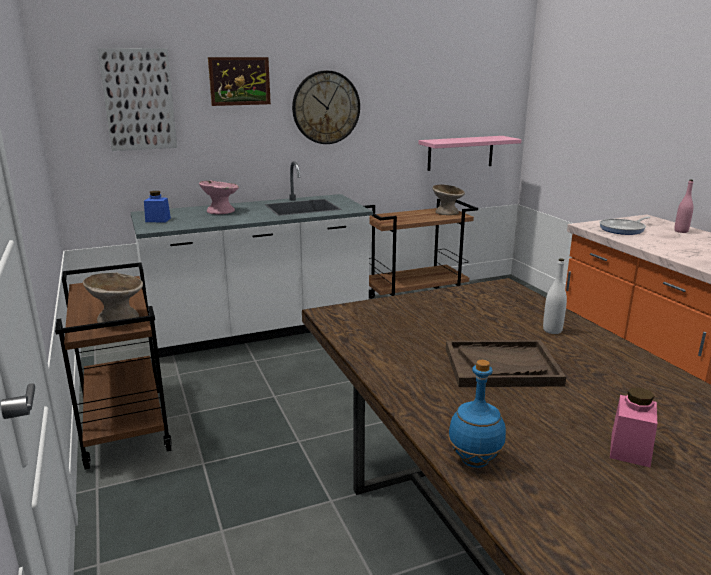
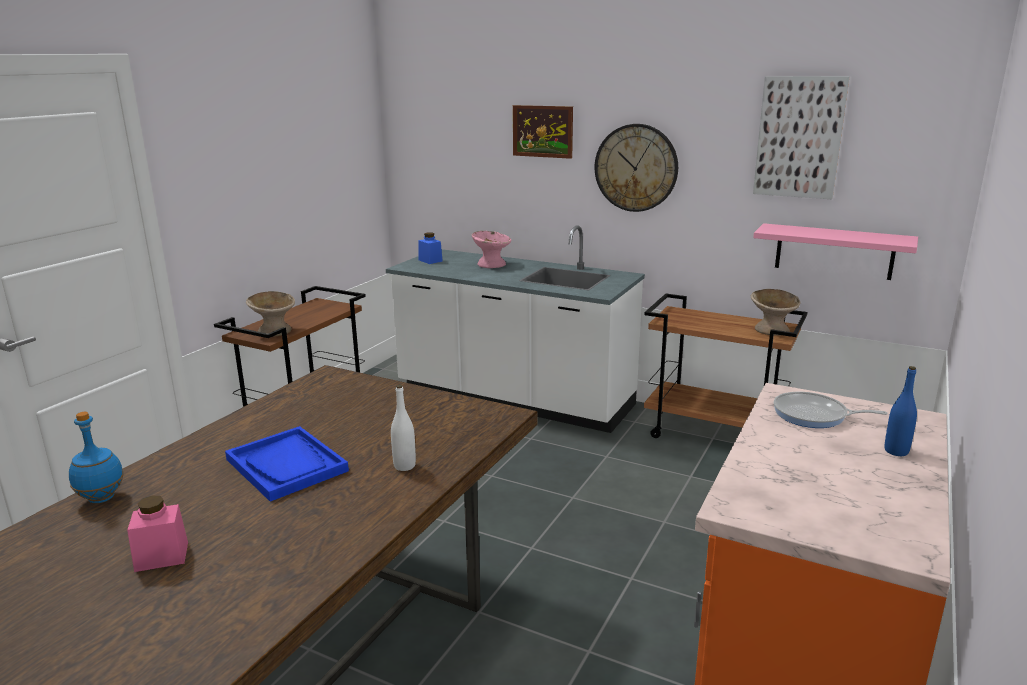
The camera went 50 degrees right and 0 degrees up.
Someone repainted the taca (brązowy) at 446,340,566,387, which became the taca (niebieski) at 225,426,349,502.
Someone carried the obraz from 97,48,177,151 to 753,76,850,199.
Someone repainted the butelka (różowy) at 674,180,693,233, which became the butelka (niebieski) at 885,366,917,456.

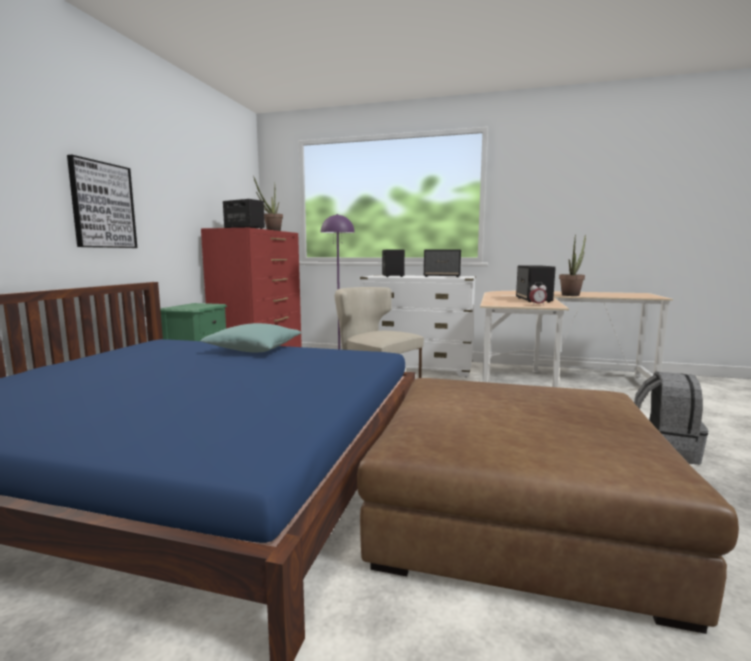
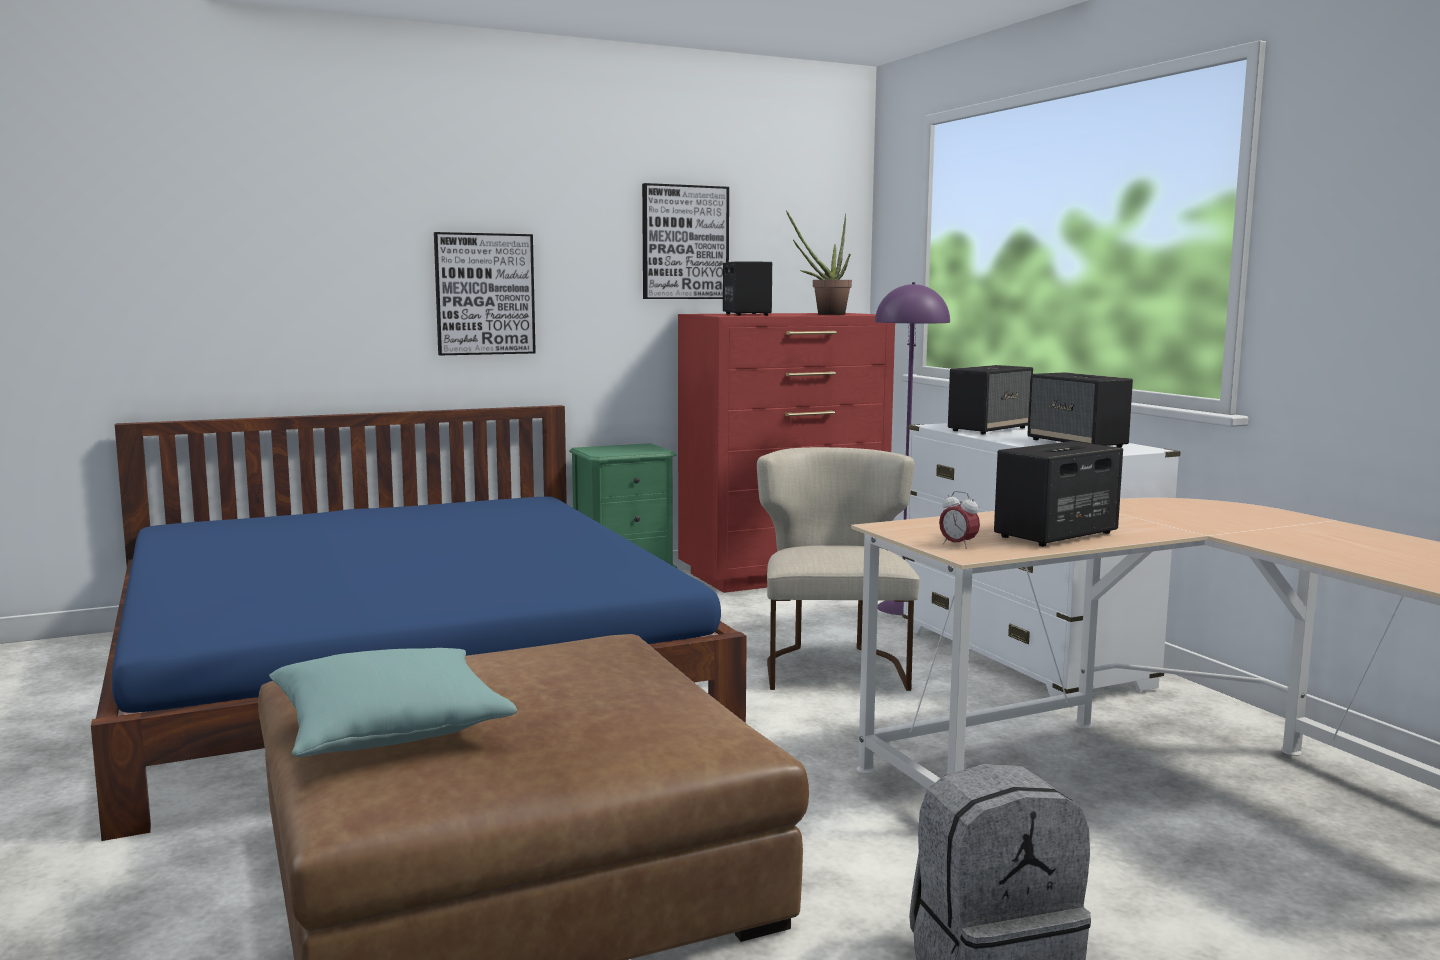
The camera went 50 degrees right and 0 degrees up.
Someone carried the poduszka (turkusowy) from 200,323,301,353 to 269,648,517,757.
Someone put up the obraz at 642,183,729,299.
Someone took away the roślina doniczkowa at 559,234,586,296.

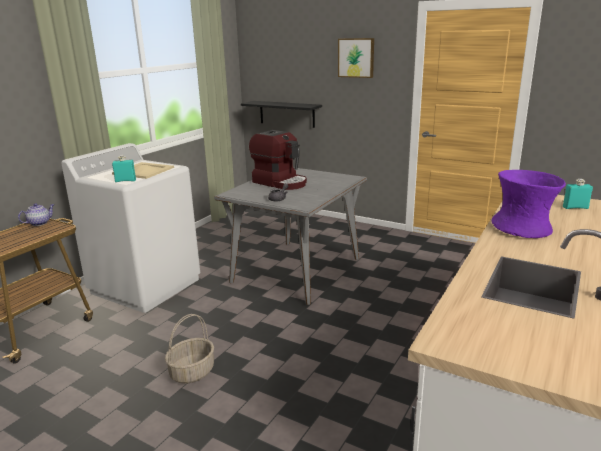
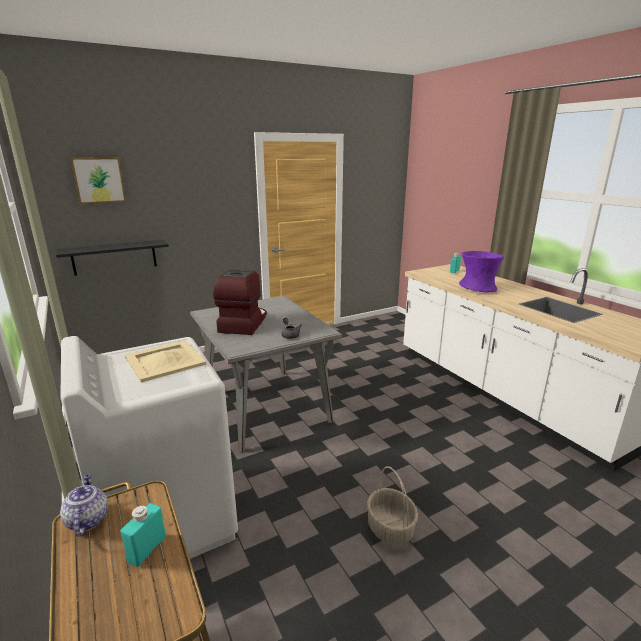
The camera went 60 degrees left and 0 degrees up.
Someone carried the obraz from 338,38,374,78 to 71,158,126,204.
Someone carried the butelka (turkusowy) from 112,155,136,182 to 120,503,166,567.
Someone rotated the ekspres do kawy at 249,130,307,190 by 60 degrees counterclockwise.

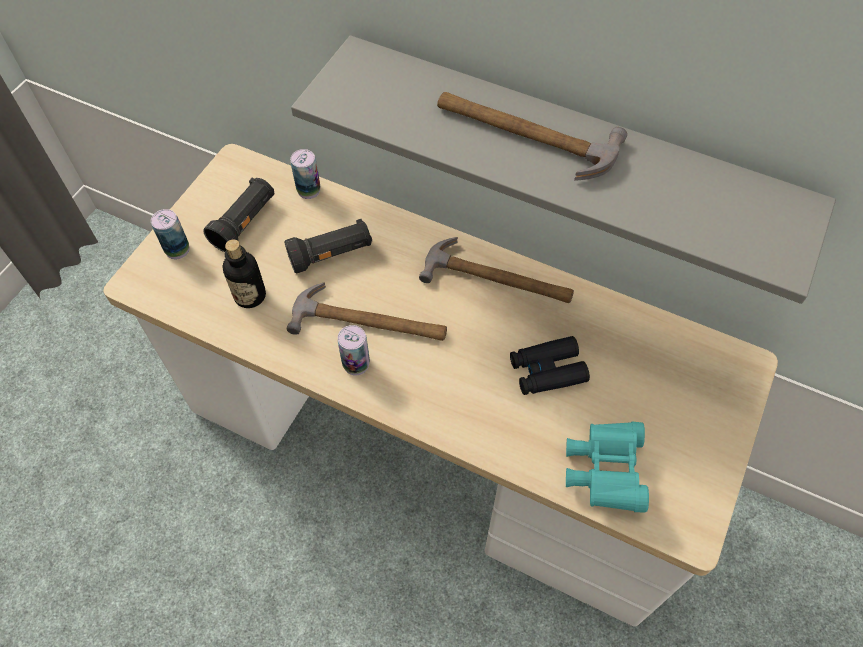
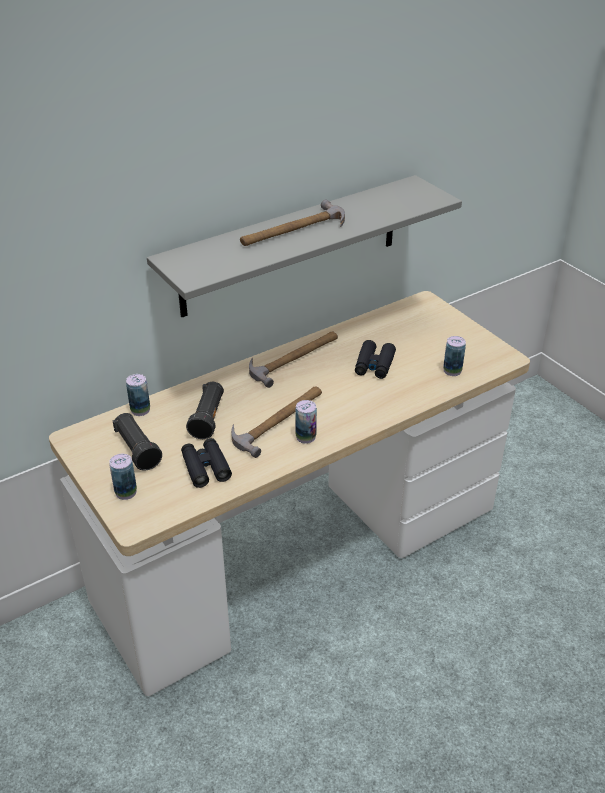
The camera went 60 degrees left and 20 degrees down.
Someone swapped the butelka at 222,240,266,308 for the lornetka (czarny) at 181,438,232,488.
Someone swapped the lornetka (turkusowy) at 566,421,649,513 for the puszka at 443,336,466,376.

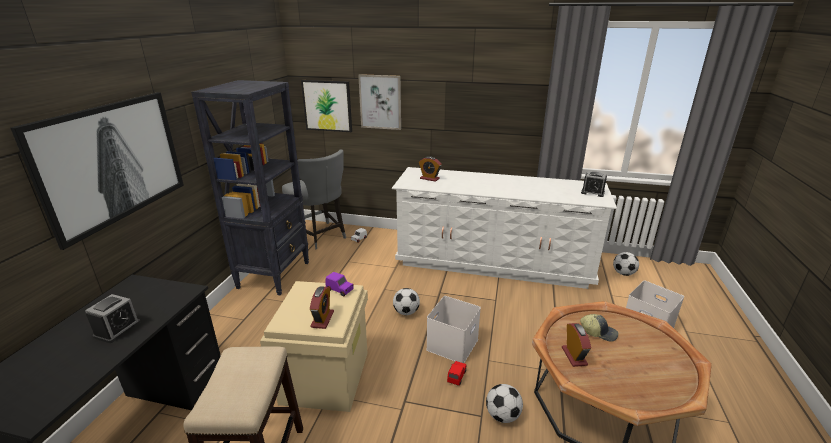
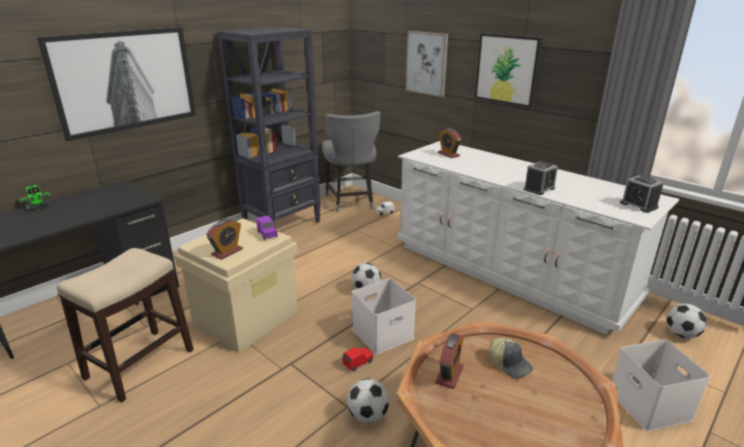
The camera went 30 degrees right and 0 degrees up.
Someone put down the robot zabawkowy at 19,185,51,211.
Someone carried the obraz from 301,80,352,132 to 475,33,542,108.
Someone carried the budzik from 85,294,141,343 to 524,161,558,195.

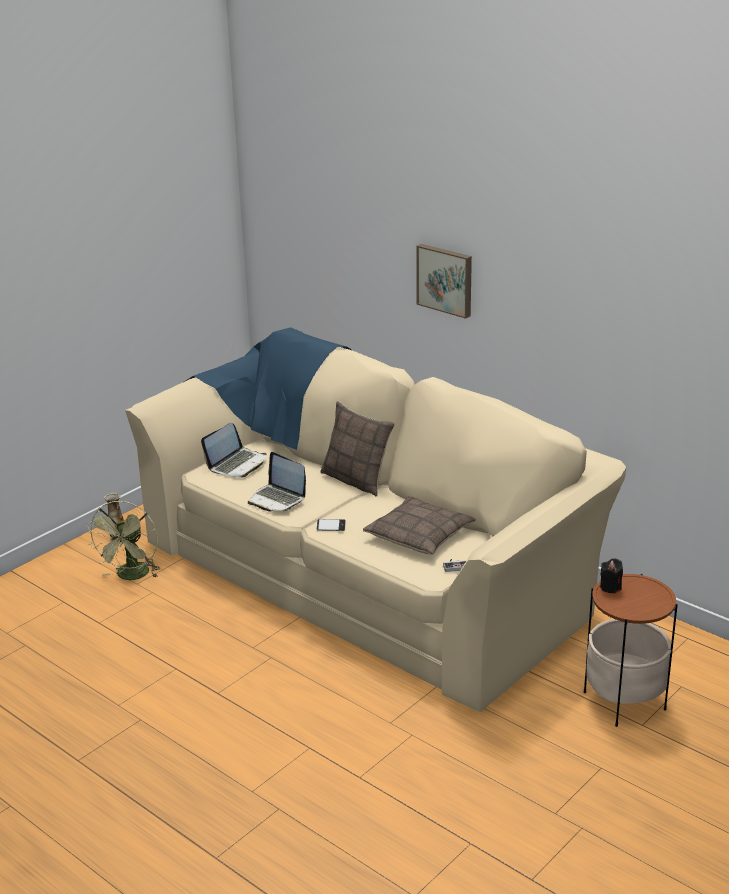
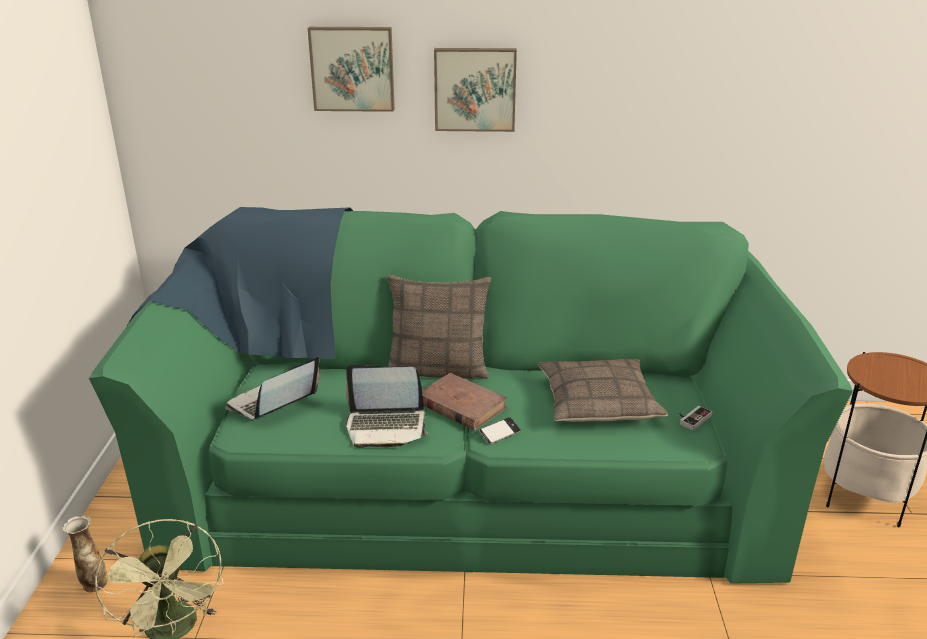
The camera went 40 degrees left and 0 degrees up.
Someone repainted the kanapa (beżowy) at 125,327,626,712, which became the kanapa (zielony) at 89,207,853,584.
Someone rotated the laptop at 201,423,266,478 by 135 degrees counterclockwise.
Someone put up the obraz at 308,27,395,112.
Someone put down the książka (brązowy) at 422,373,507,431.
Someone took away the świeca (czarny) at 600,558,623,594.

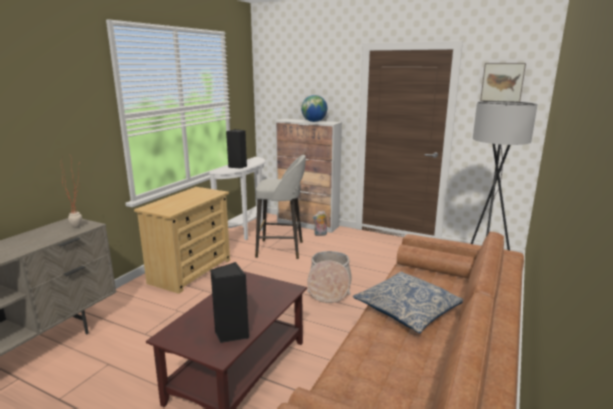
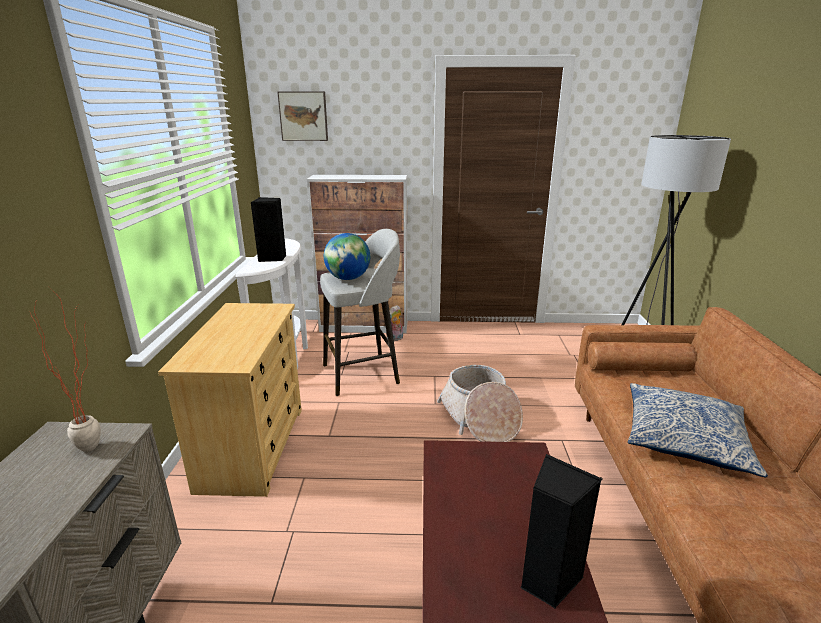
The camera went 25 degrees left and 5 degrees up.
Someone carried the obraz from 480,63,526,102 to 277,91,328,141.
Someone carried the globus from 301,95,327,122 to 324,233,370,280.

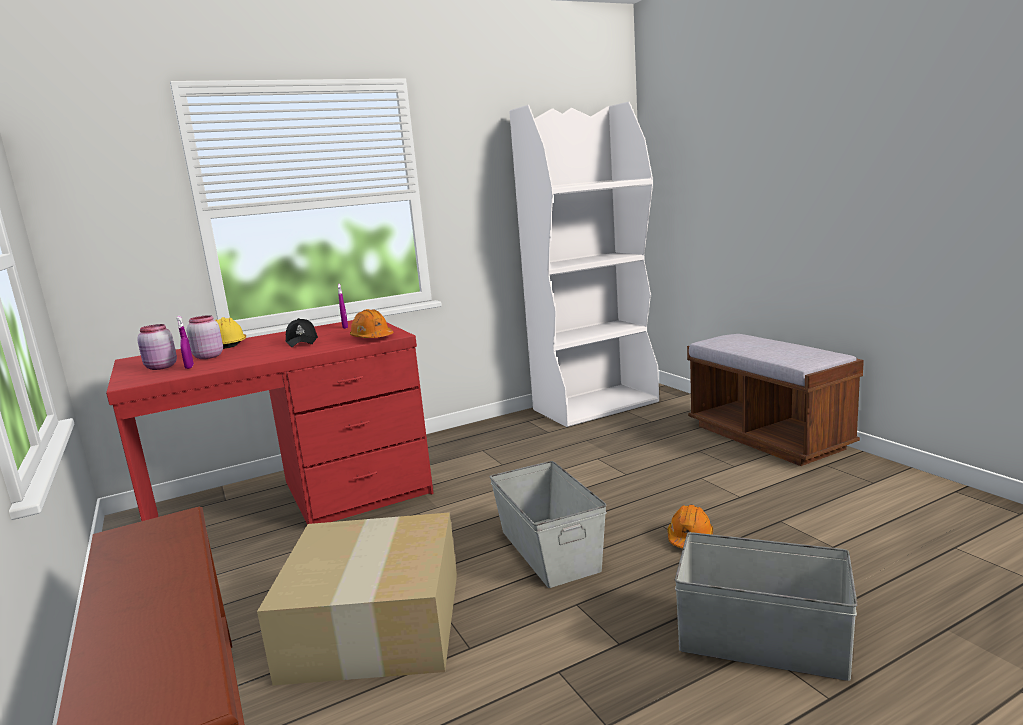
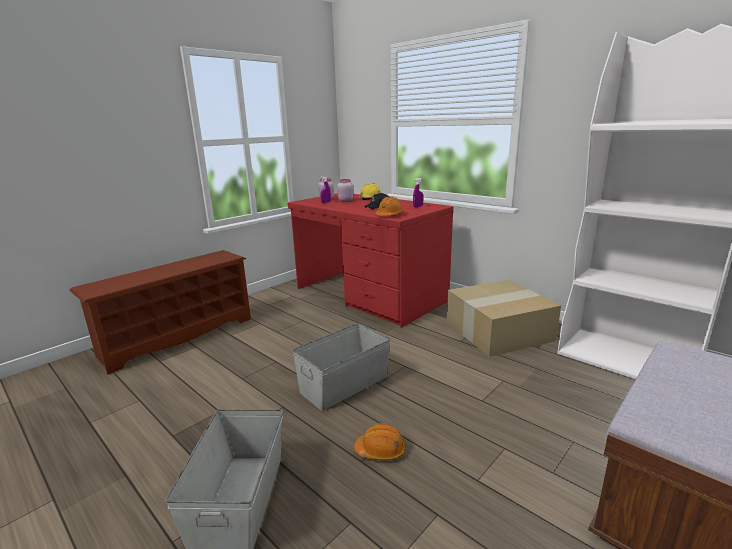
The camera went 70 degrees right and 5 degrees up.
Someone carried the karton from 257,512,457,686 to 447,280,561,357.

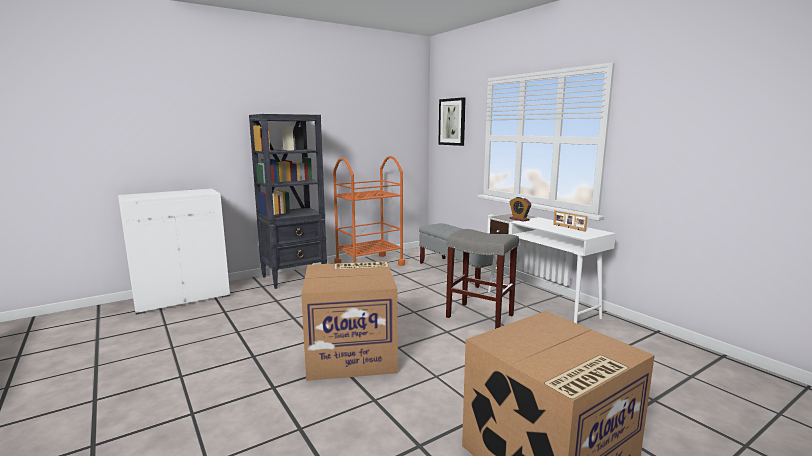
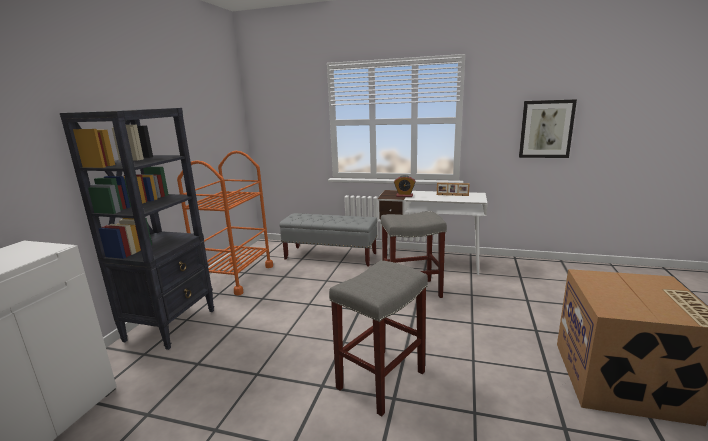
The camera went 40 degrees left and 5 degrees up.
Someone swapped the karton at 301,261,398,381 for the stołek (szary) at 329,260,428,416.
Someone carried the obraz from 438,97,466,146 to 519,99,577,158.

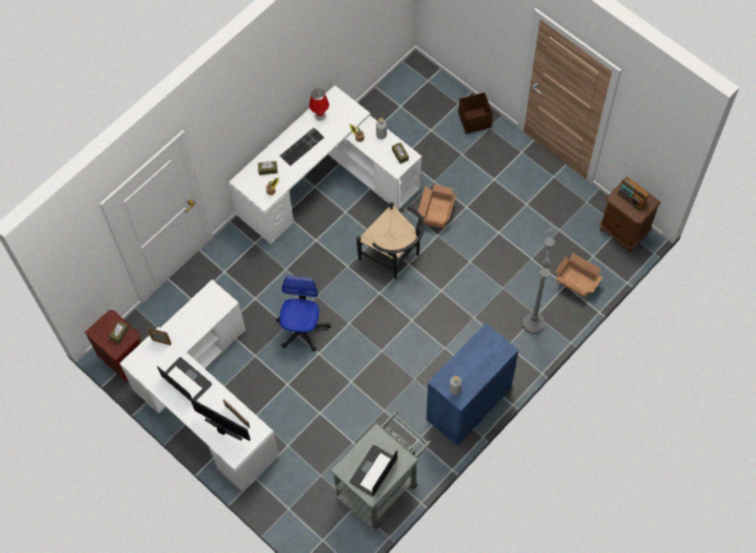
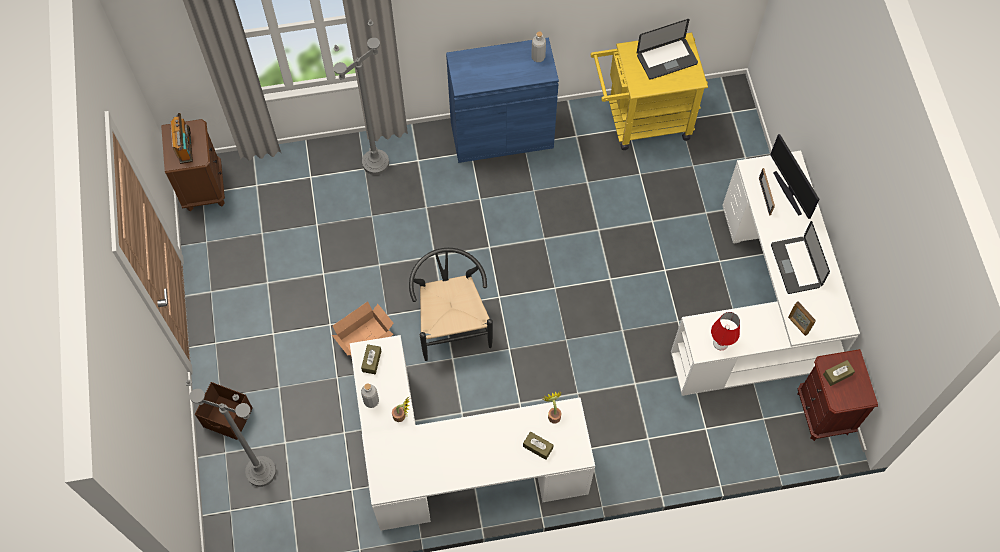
The camera went 145 degrees left and 0 degrees up.
Someone put down the lampa stojąca (szary) at 185,380,276,487.
Someone repainted the wózek (szary) at 330,411,431,529, which became the wózek (żółty) at 590,33,708,150.
Someone carried the lampa stołowa (czerwony) from 309,89,329,120 to 711,312,740,350.
Someone took away the krzesło biurowe at 276,275,331,352.
Someone took away the klawiatura at 280,127,325,166.
Someone took away the karton at 556,253,603,298.

